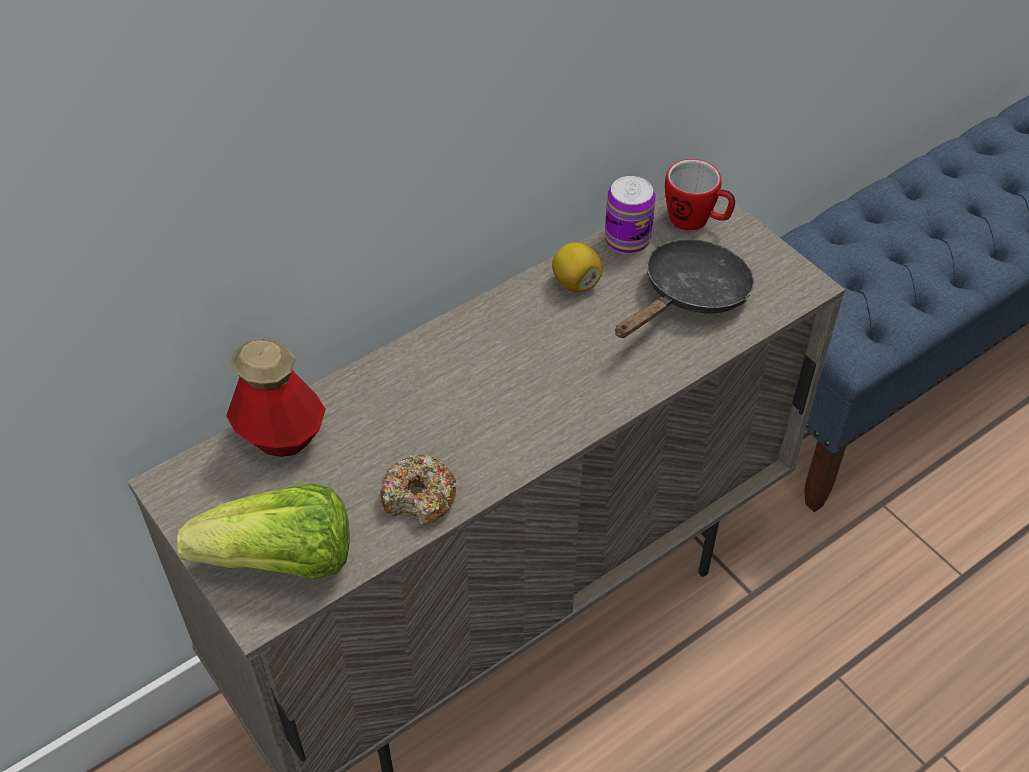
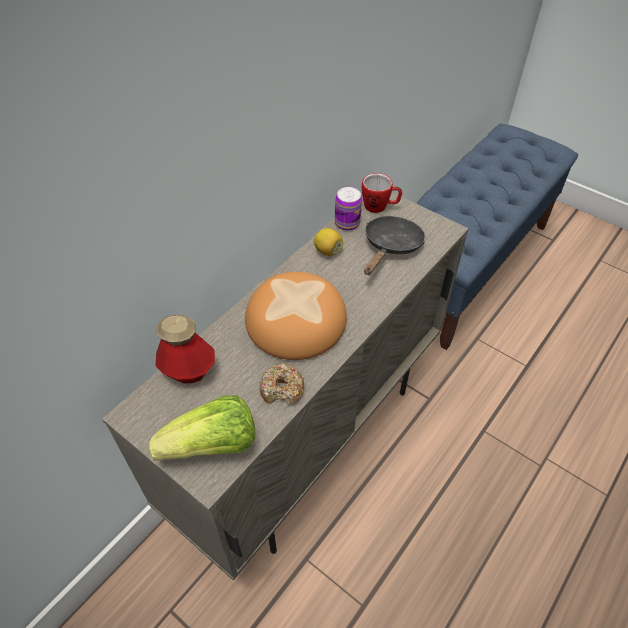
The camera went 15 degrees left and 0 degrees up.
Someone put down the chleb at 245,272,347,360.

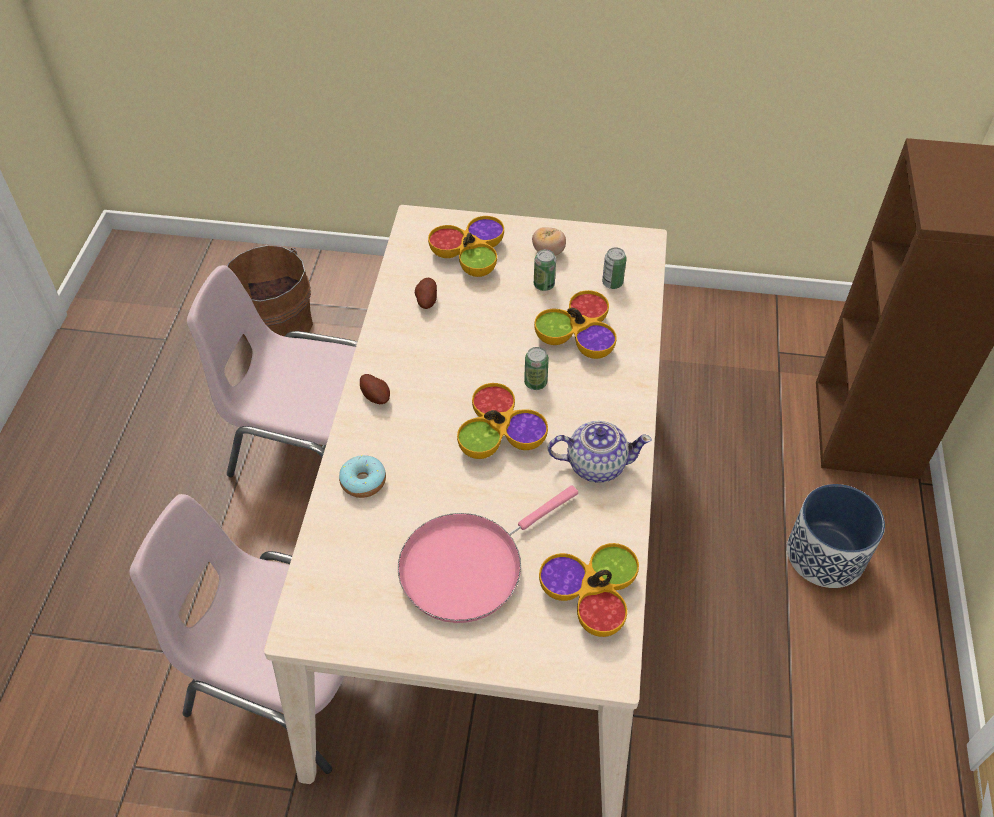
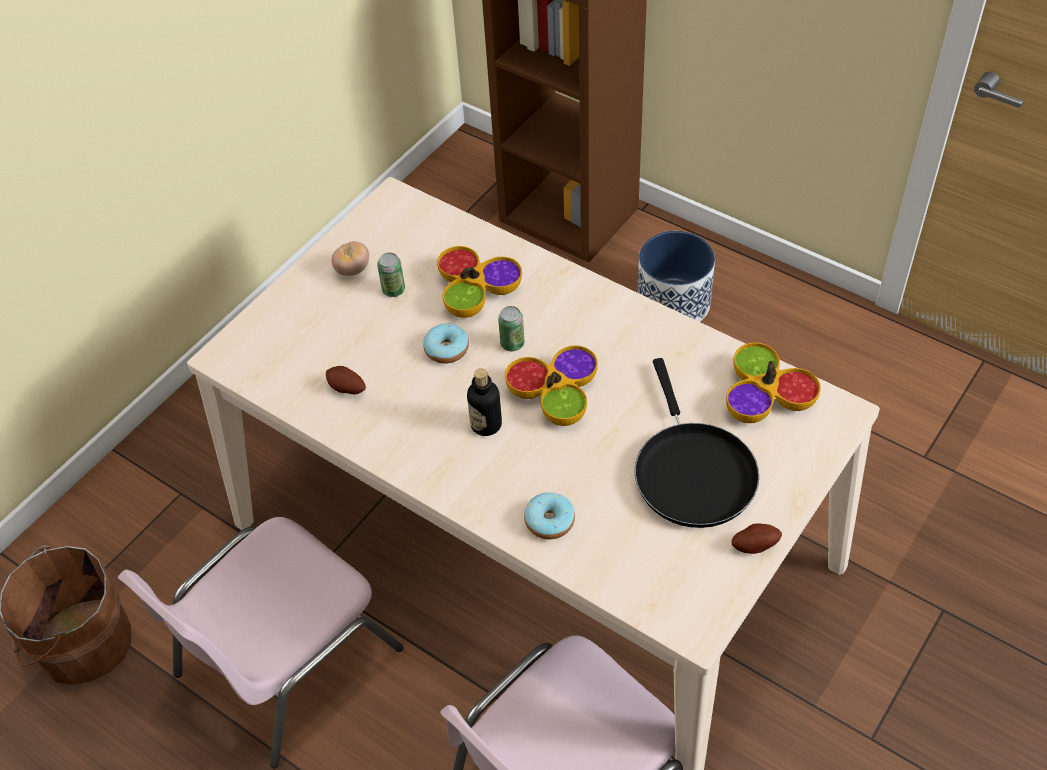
The camera went 60 degrees left and 0 degrees up.
Someone put down the donut at 423,324,469,364.
Someone put down the butelka at 467,368,502,436.
Someone repainted the patelnia (różowy) at 398,486,578,623, which became the patelnia (czarny) at 635,358,759,528.
Someone carried the ziemniak from 360,374,390,404 to 731,523,782,554.
Someone took away the miska at 428,216,504,277.
Someone took away the imbryk at 548,421,652,483.
Someone took away the puszka at 602,247,627,289.

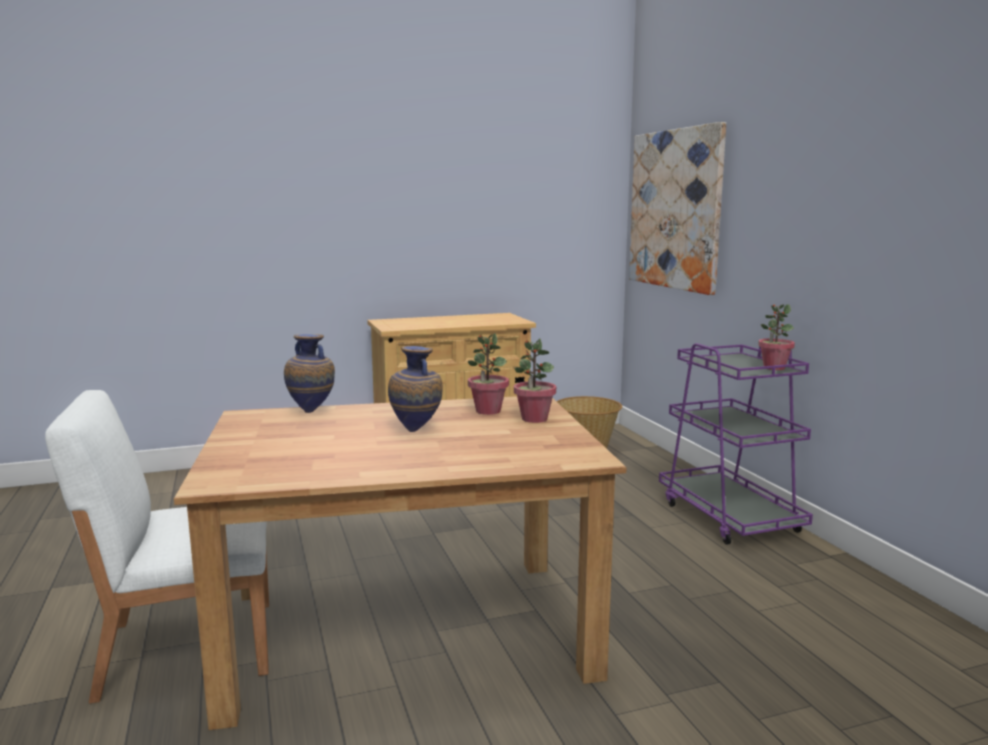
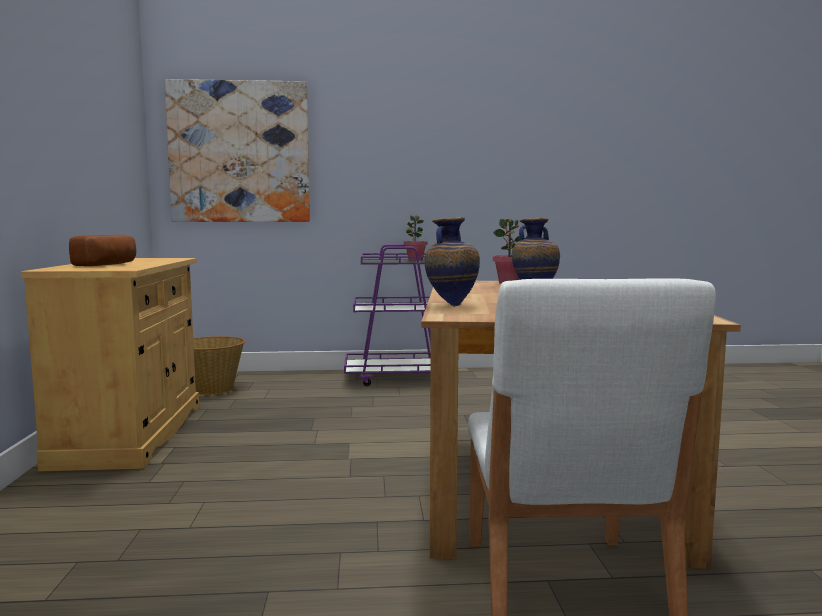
The camera went 75 degrees left and 5 degrees down.
Someone put down the chleb at 69,235,136,266.
Someone took away the roślina doniczkowa at 468,333,509,415.

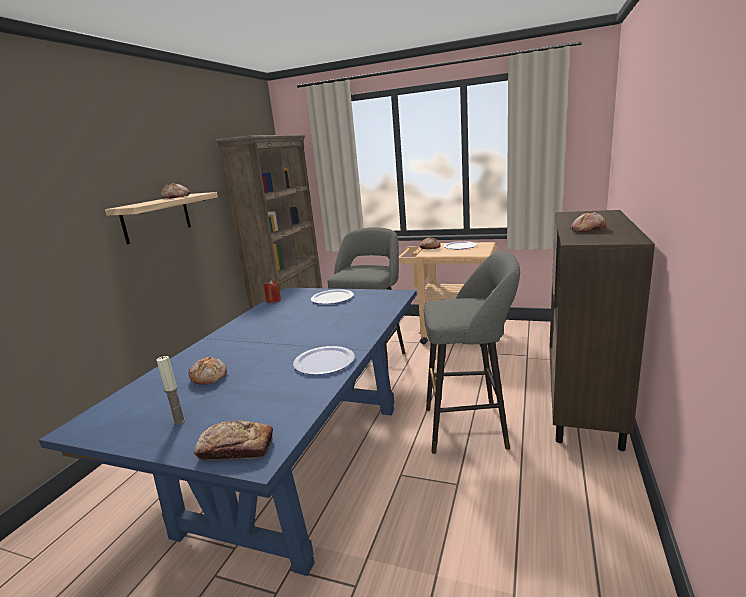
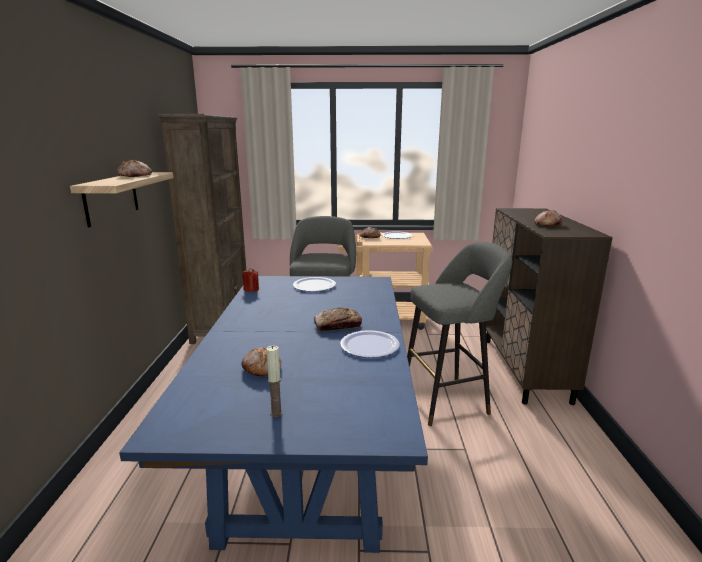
The camera went 20 degrees left and 0 degrees up.
Someone carried the chleb from 194,420,273,460 to 314,307,362,331.

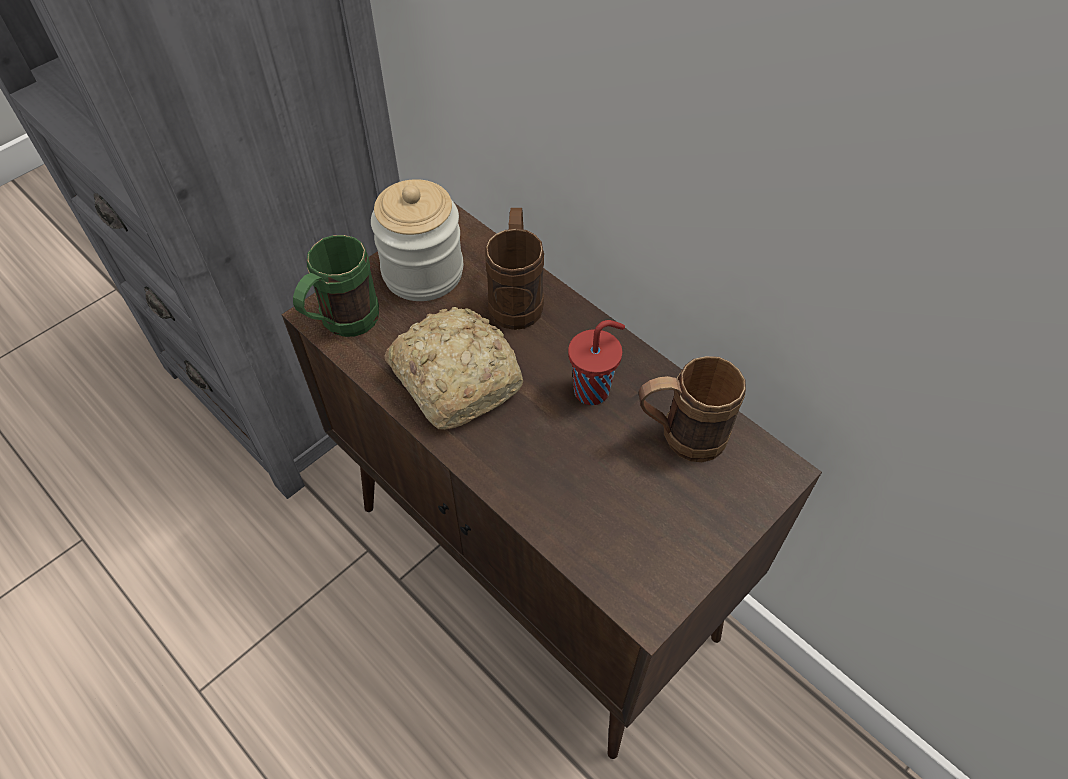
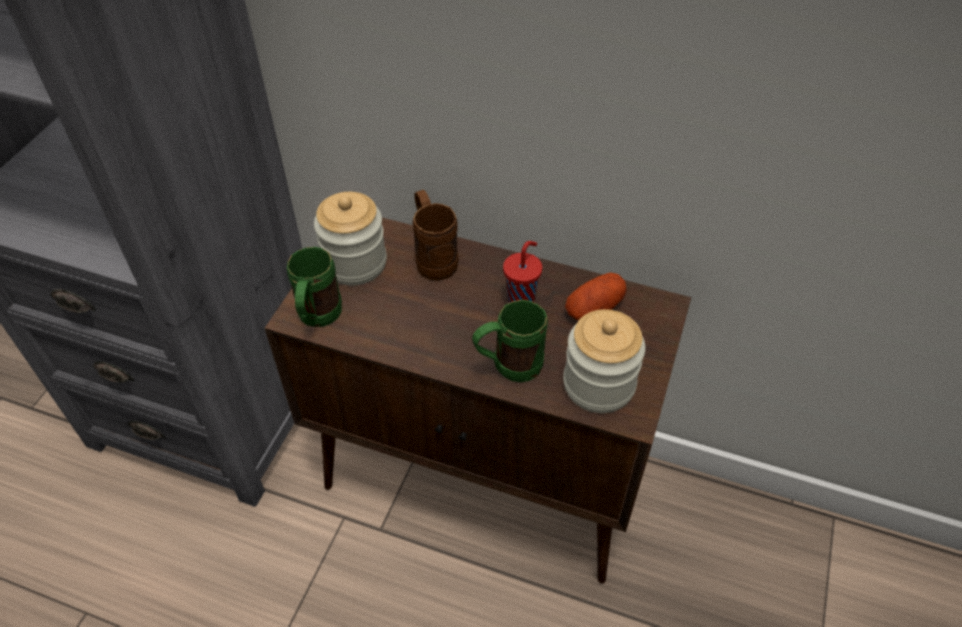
The camera went 25 degrees left and 5 degrees down.
Someone put down the kubek (zielony) at 472,300,548,382.
Someone put down the słoik at 563,309,645,413.
Someone swapped the kubek (brązowy) at 639,356,746,462 for the ziemniak at 565,272,627,320.
Someone took away the chleb at 384,307,523,430.

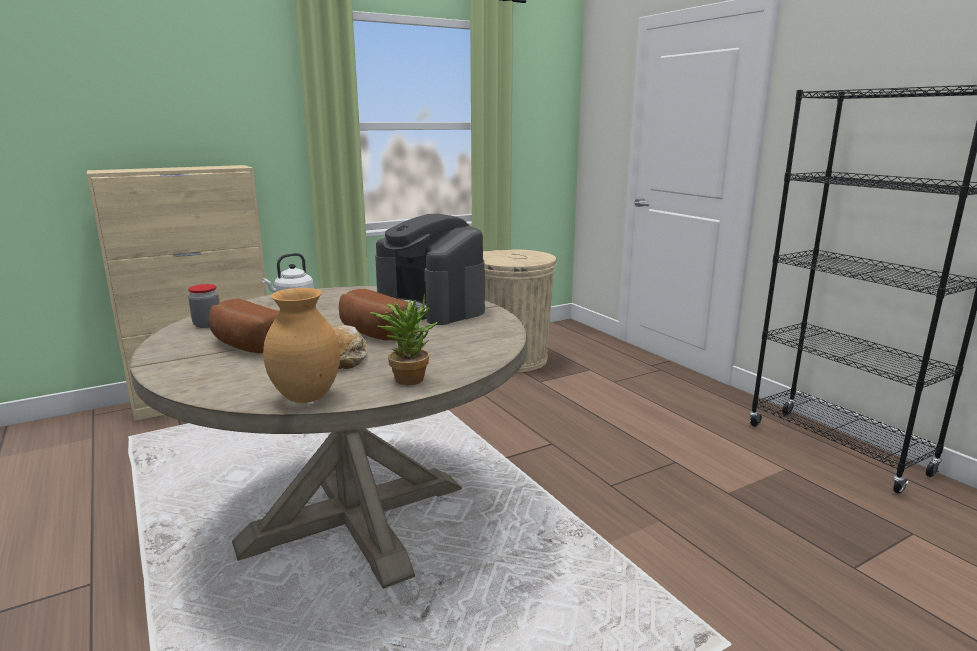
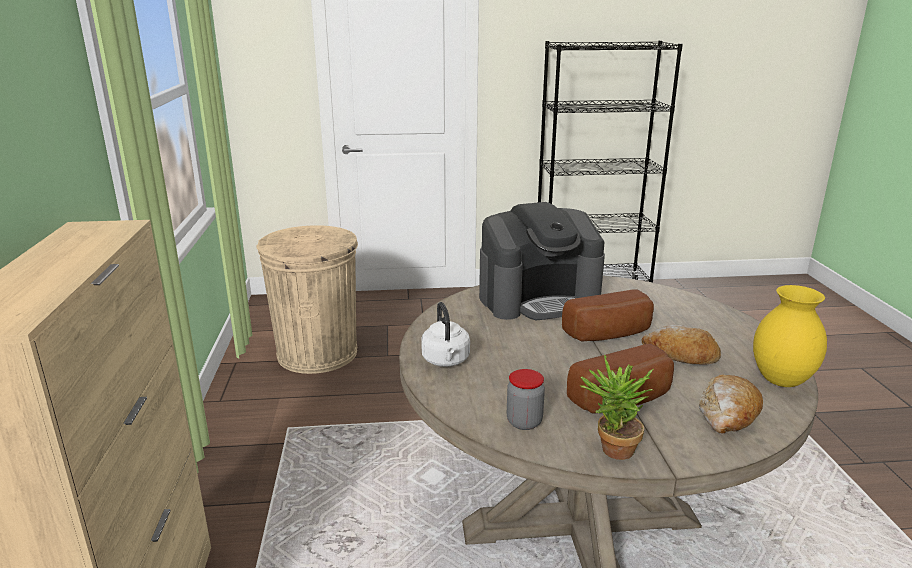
The camera went 65 degrees left and 5 degrees up.
Someone carried the roślina doniczkowa from 370,293,438,385 to 580,355,653,460.
Someone put down the chleb at 699,374,763,433.
Someone repainted the wazon (brązowy) at 263,288,340,403, which became the wazon (żółty) at 753,285,827,387.

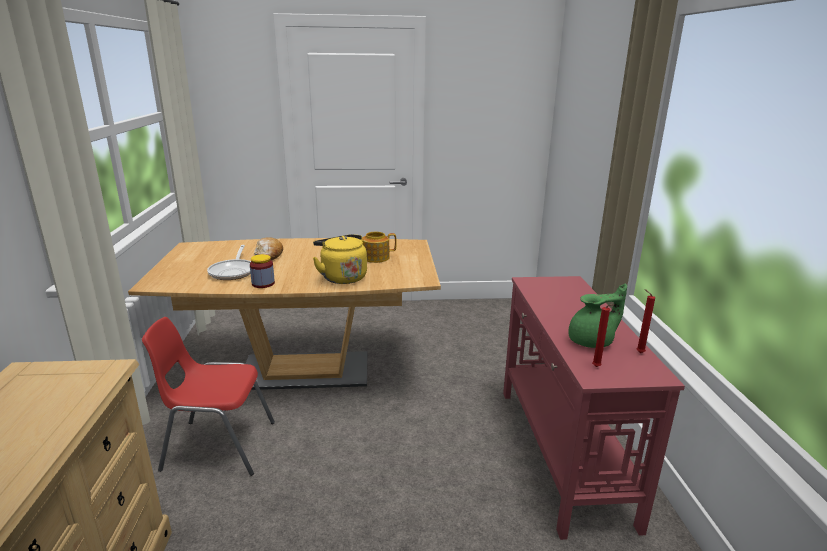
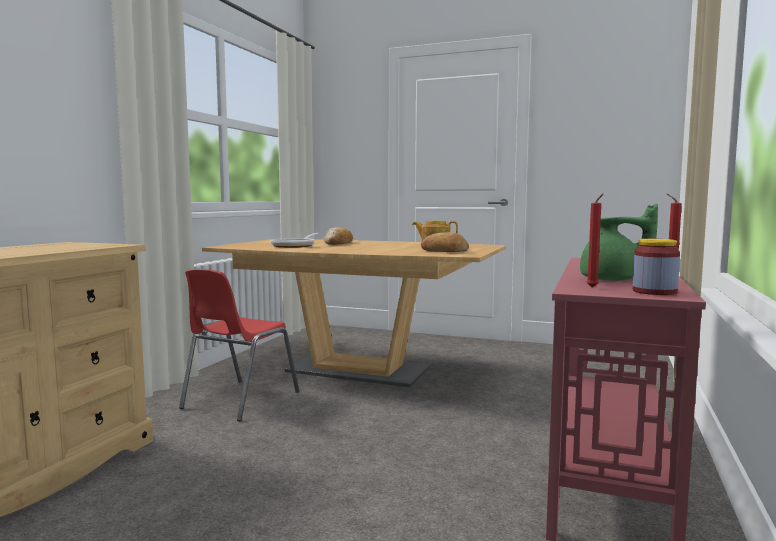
The camera went 25 degrees right and 15 degrees down.
Someone rotated the krzesło (czerwony) at 142,317,275,476 by 90 degrees counterclockwise.
Someone put down the chleb at 421,232,469,252.
Someone carried the słoik from 250,254,275,288 to 633,239,680,295.
Someone took away the czajnik (żółty) at 313,234,367,284.

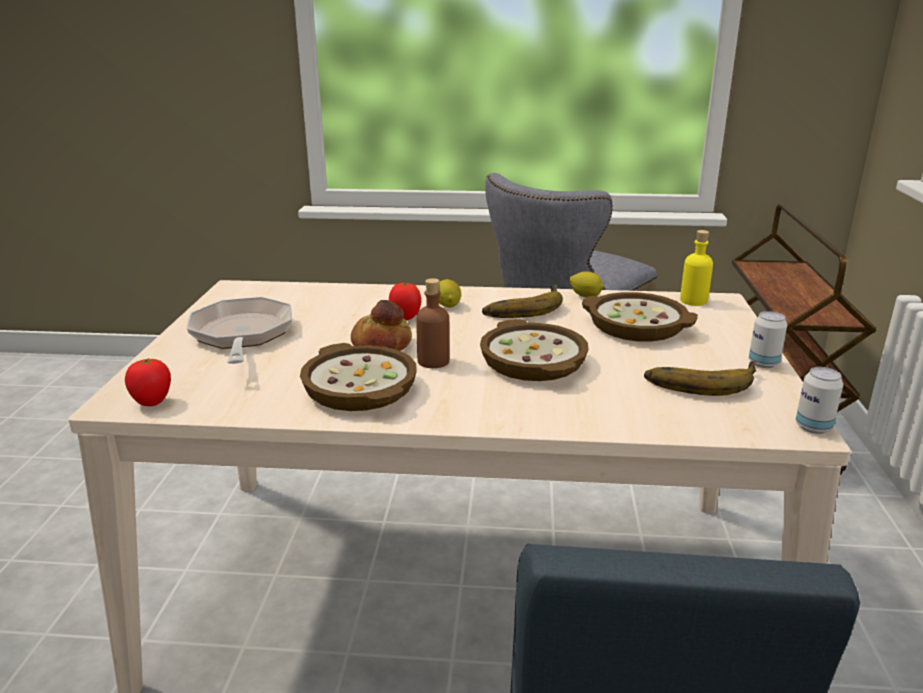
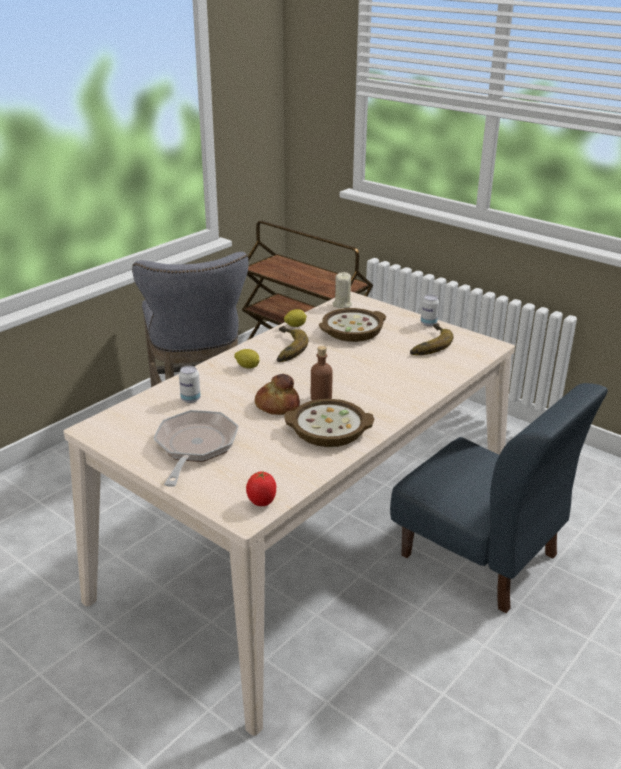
The camera went 55 degrees left and 5 degrees up.
Someone rotated the patelnia at 187,297,292,364 by 75 degrees clockwise.
Someone carried the puszka from 796,367,843,434 to 179,366,201,403.
Someone swapped the butelka (żółty) at 680,230,713,306 for the świeca (beżowy) at 333,272,352,308.
Someone took away the pomidor at 389,282,421,320.
Someone took away the miska at 480,319,588,381.

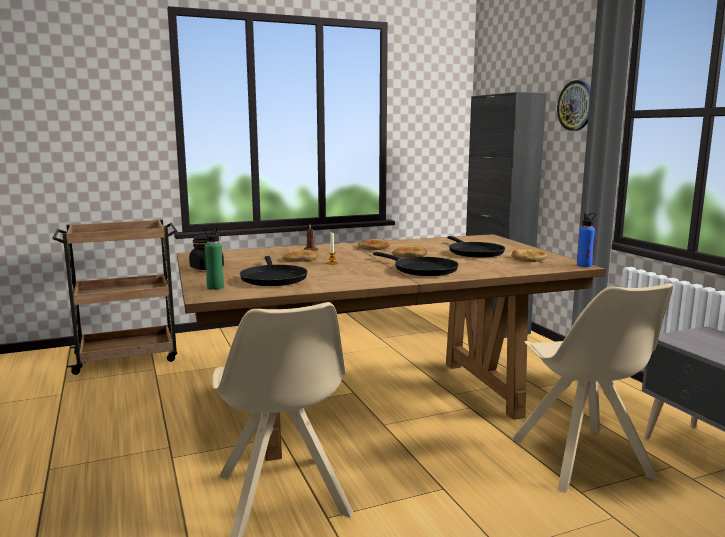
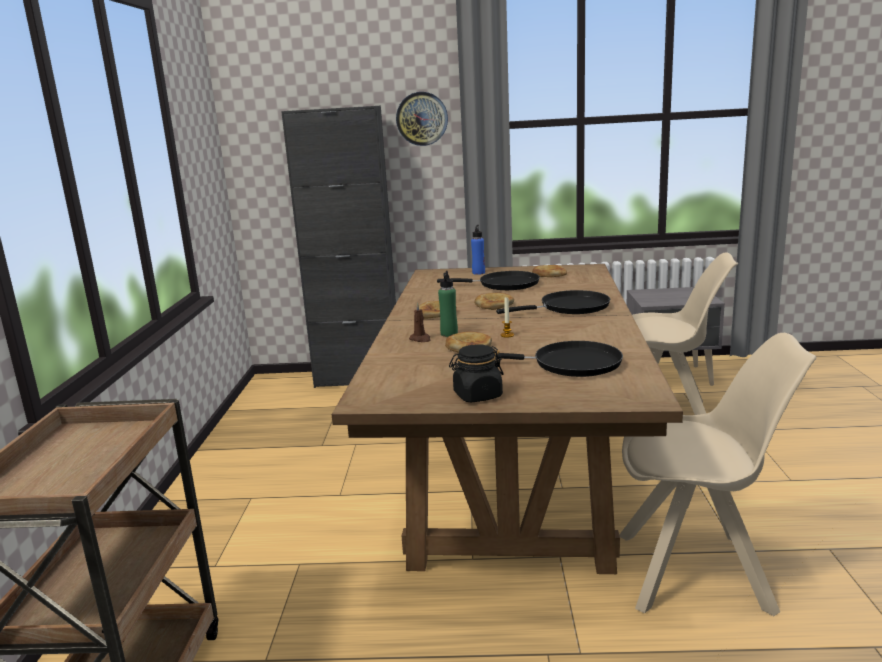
The camera went 65 degrees left and 5 degrees up.
Someone carried the butelka (zielony) from 203,227,224,290 to 438,271,458,337.
Someone carried the butelka (niebieski) from 577,213,596,267 to 471,225,485,275.

